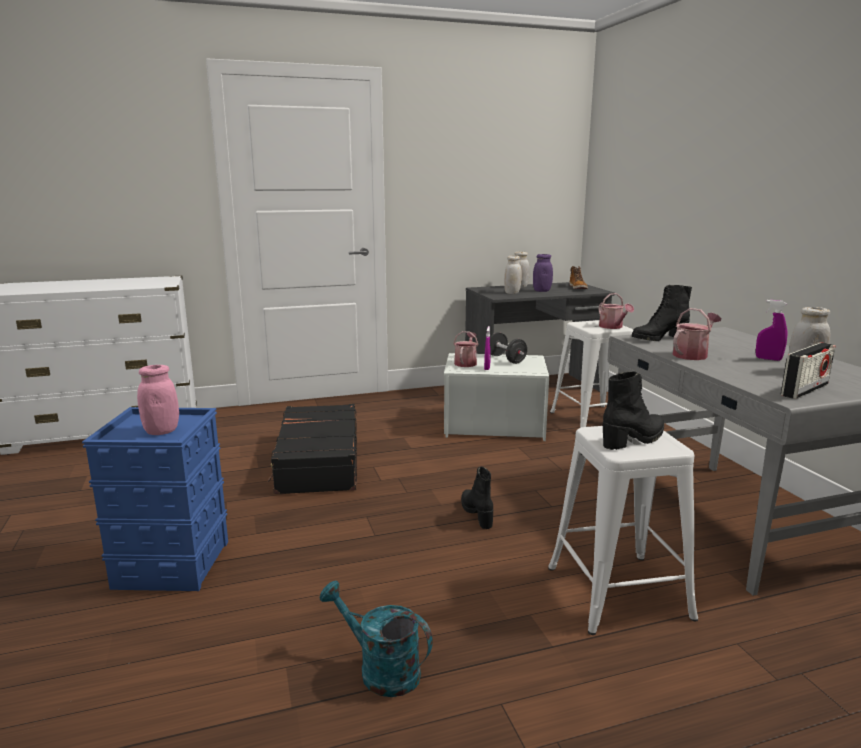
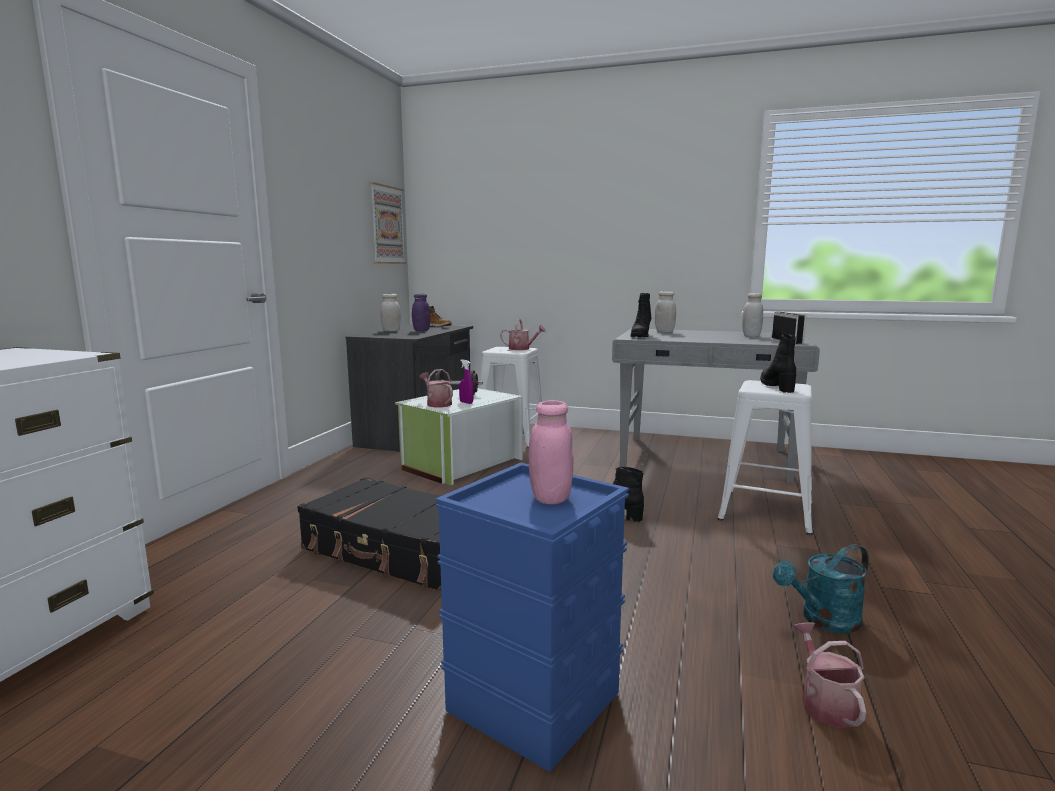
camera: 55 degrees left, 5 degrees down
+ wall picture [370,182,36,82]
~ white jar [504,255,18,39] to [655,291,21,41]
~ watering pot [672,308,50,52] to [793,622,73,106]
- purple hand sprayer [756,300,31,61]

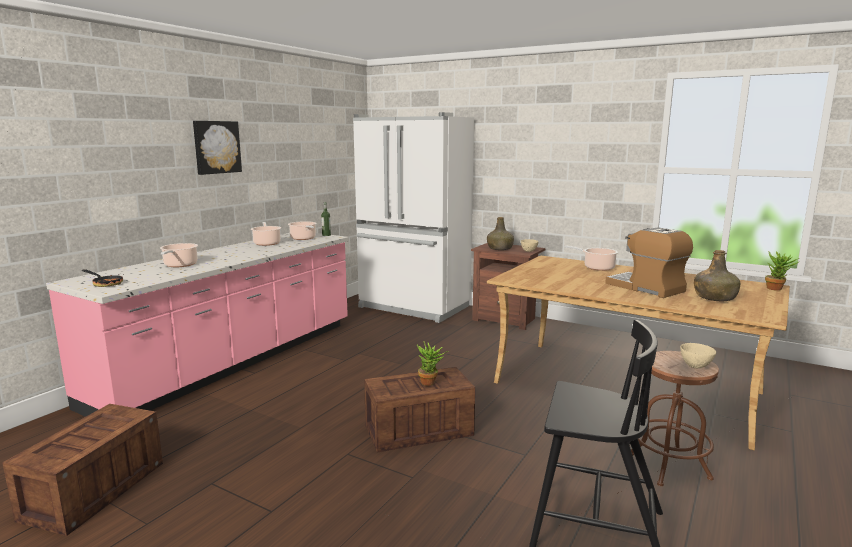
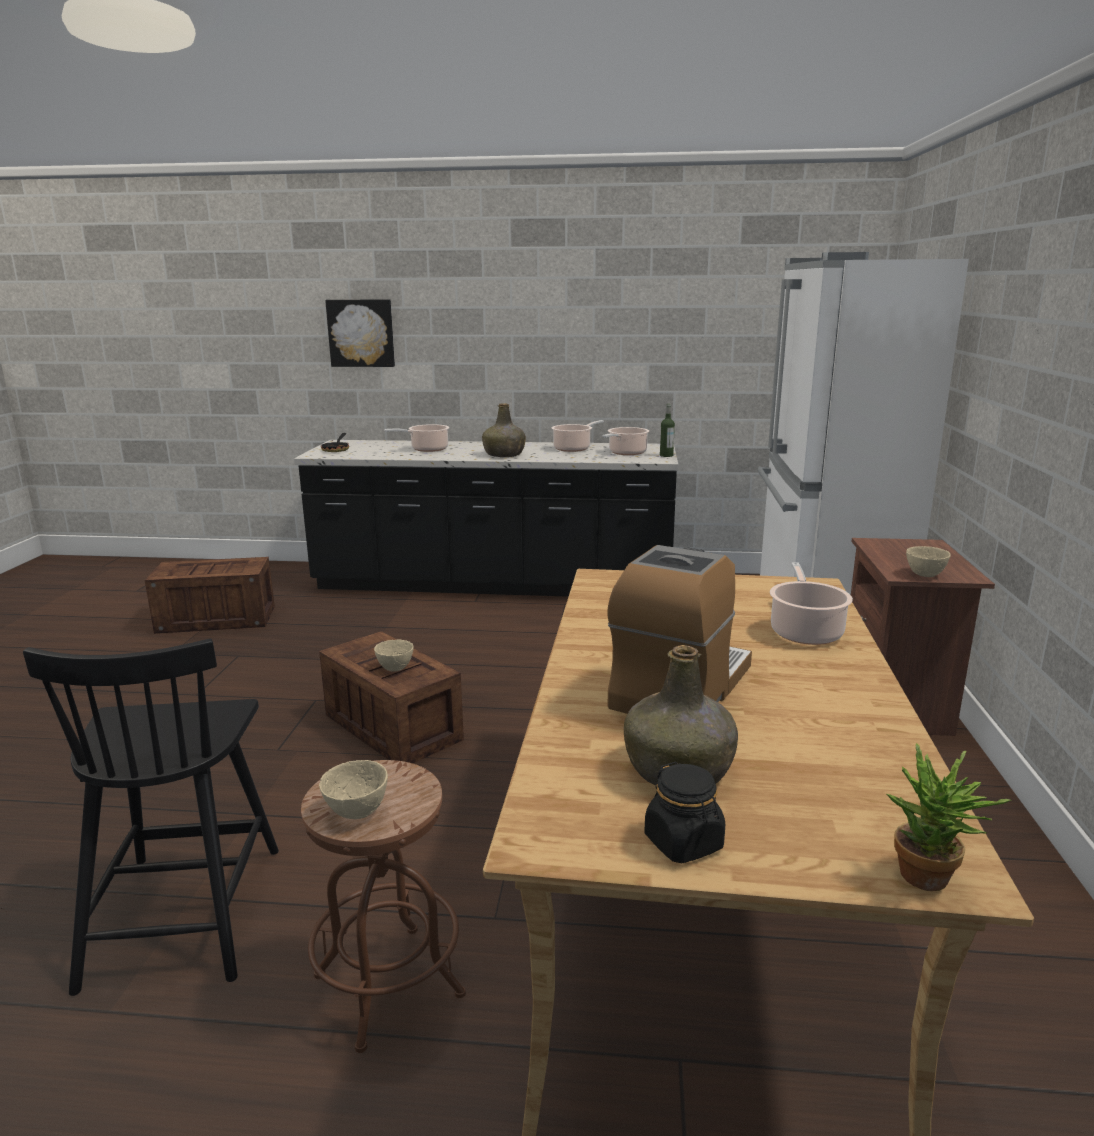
camera: 65 degrees right, 5 degrees up
~ pink kitchen counter [46,233,303,184] to black kitchen counter [294,440,384,157]
~ wall picture [193,121,49,54] to [325,299,70,68]
~ plant in a pot [416,341,32,45] to sand-coloured serving bowl [374,640,40,32]
~ green-coloured bottle [487,217,27,33] to [482,403,44,54]
+ black jar [644,762,81,101]

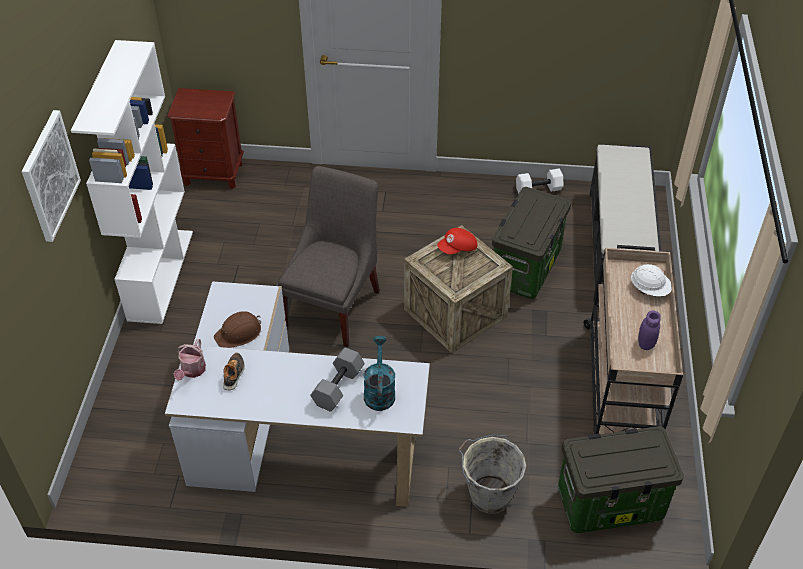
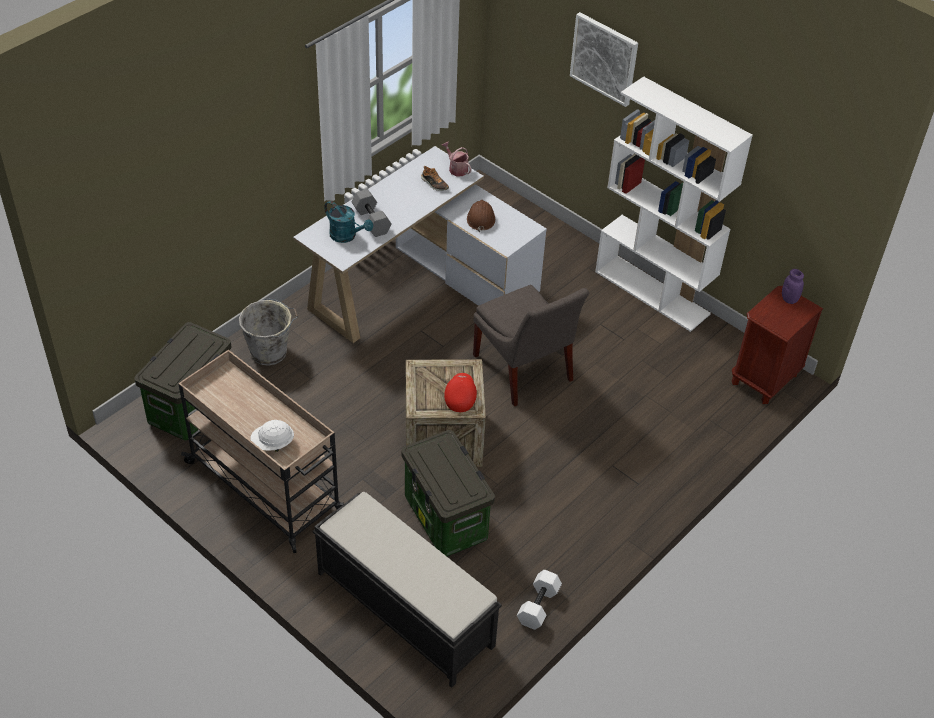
camera: 125 degrees right, 0 degrees up
~ purple jar [638,310,23,40] to [782,269,22,35]

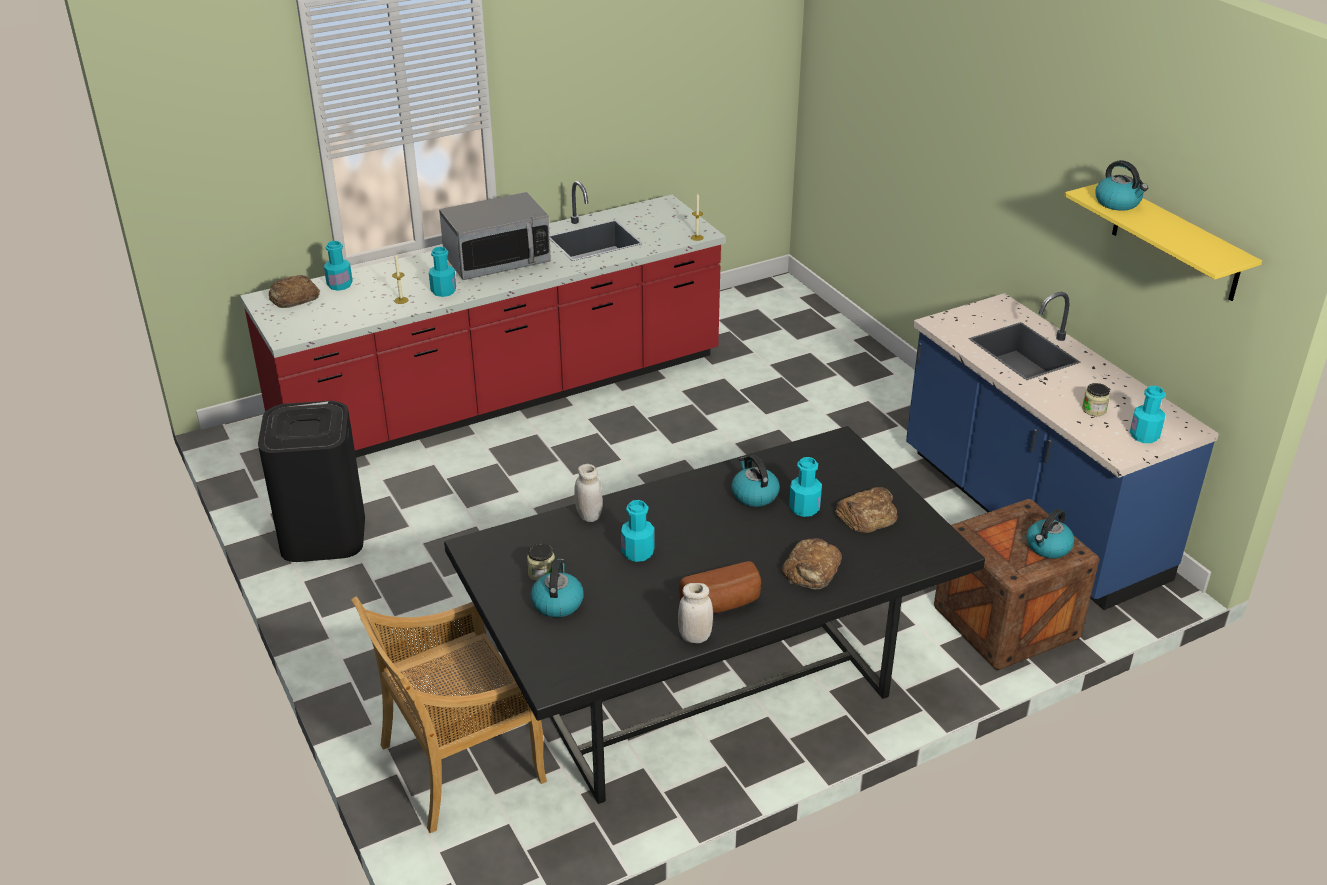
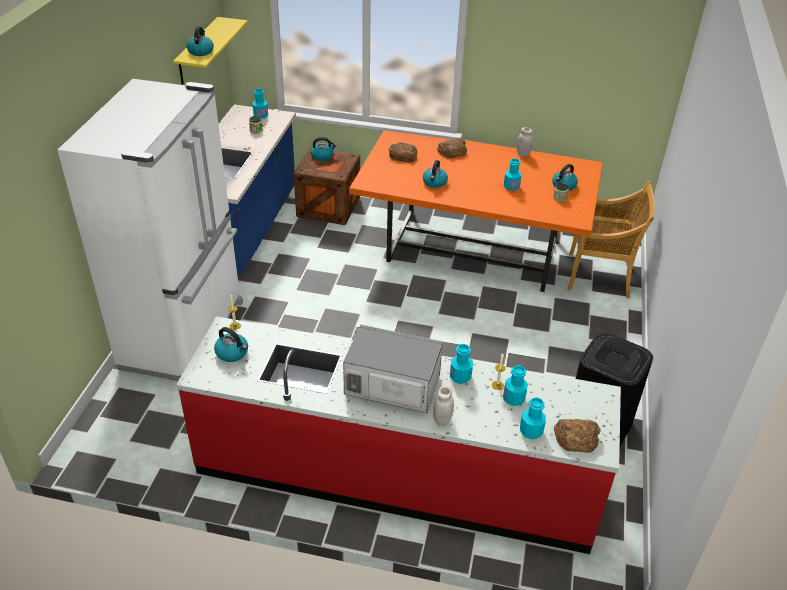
camera: 140 degrees left, 5 degrees up
+ white kitchen fridge [58,79,185,302]
+ water kettle [214,327,34,35]
~ black dining table [444,426,541,378] to orangey dining table [349,130,254,162]
~ white jar [574,464,29,58] to [433,386,21,40]
~ blue-green bottle [789,457,33,60] to [503,365,25,41]
- bakery bread [679,561,82,52]

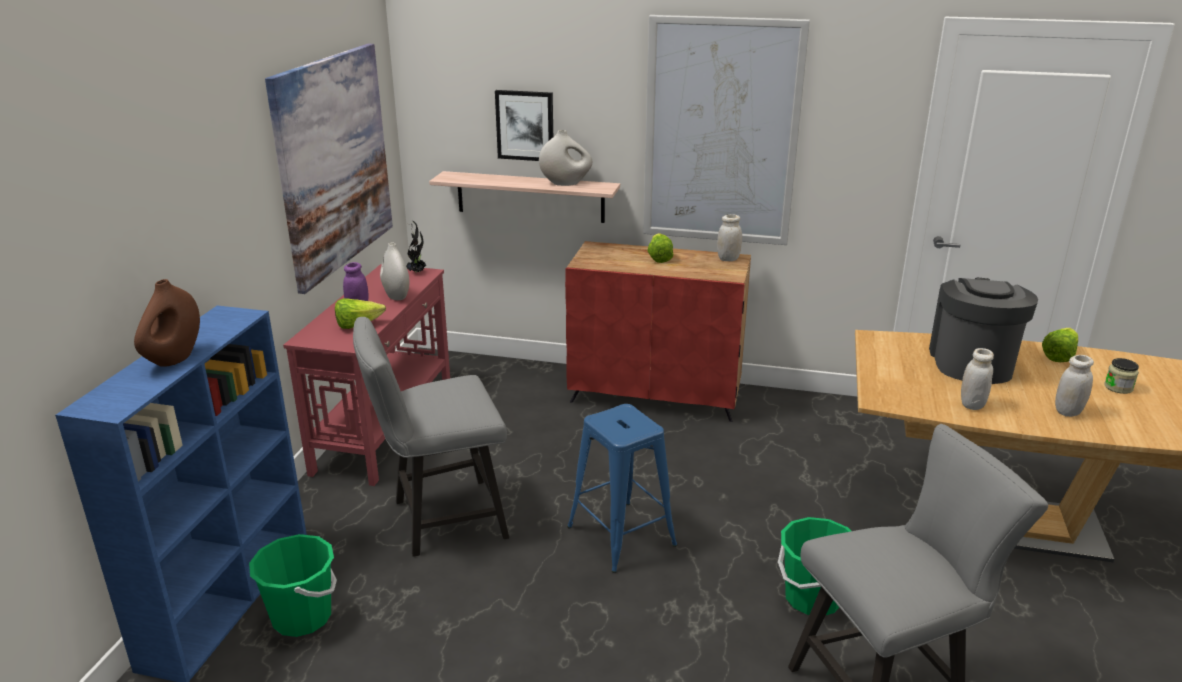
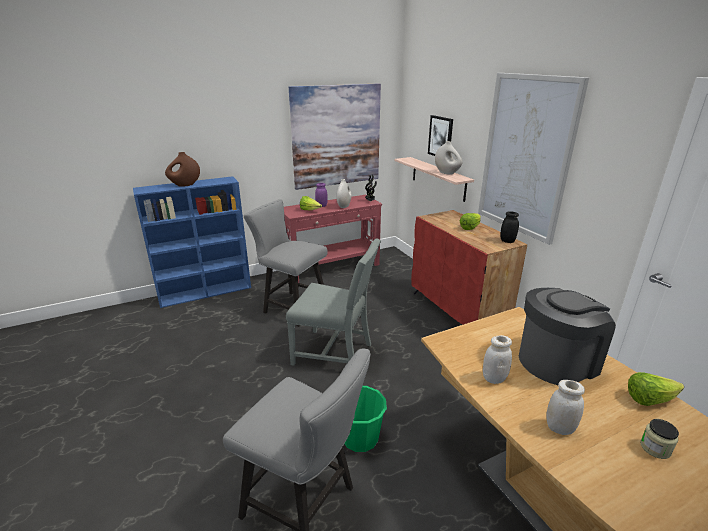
camera: 50 degrees right, 0 degrees up
~ blue sitting stool [567,404,110,169] to greyish plain chair [286,238,95,128]
~ white jar [717,214,25,47] to black jar [500,211,19,32]
- green-coloured pail [249,534,88,103]

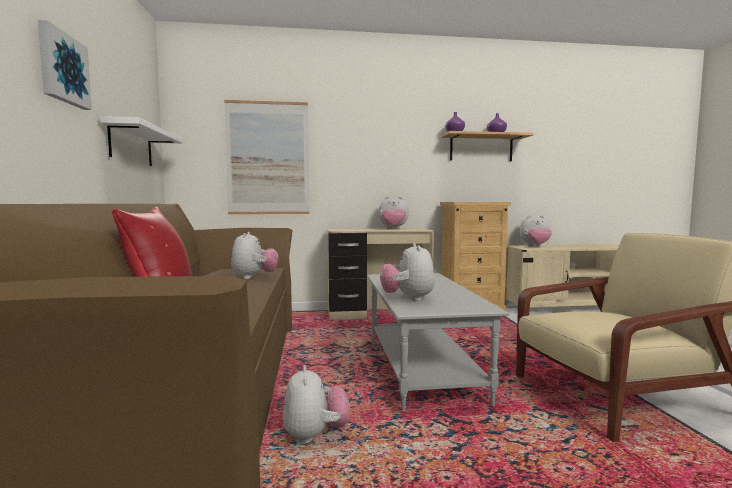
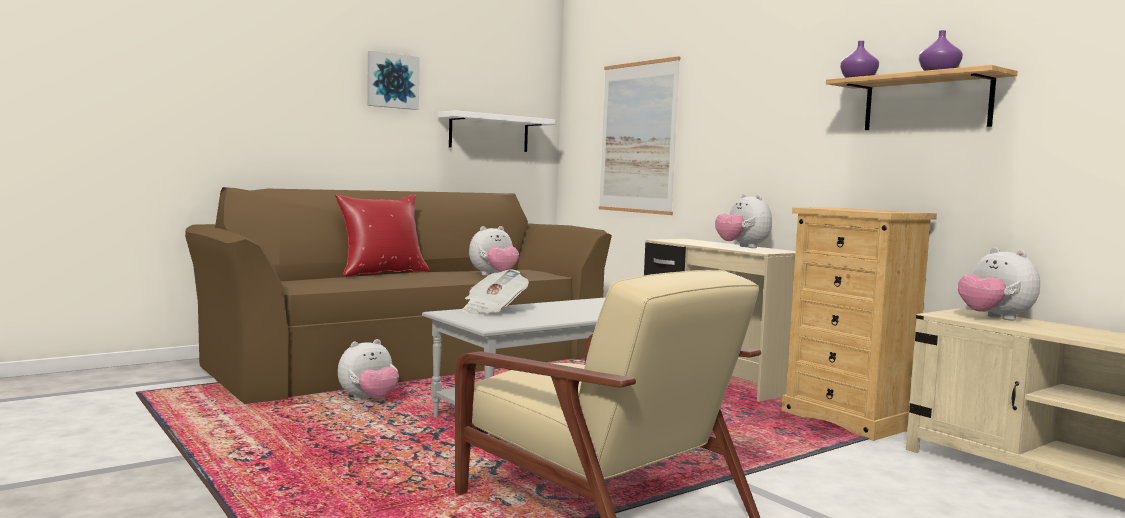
camera: 60 degrees right, 0 degrees up
~ cuddly toy [380,243,55,58] to newspaper [461,270,68,44]

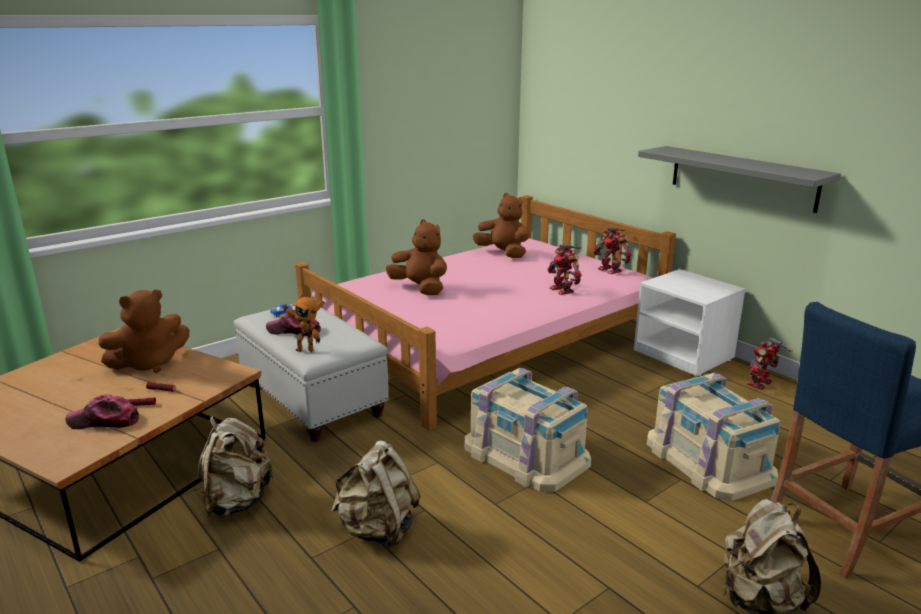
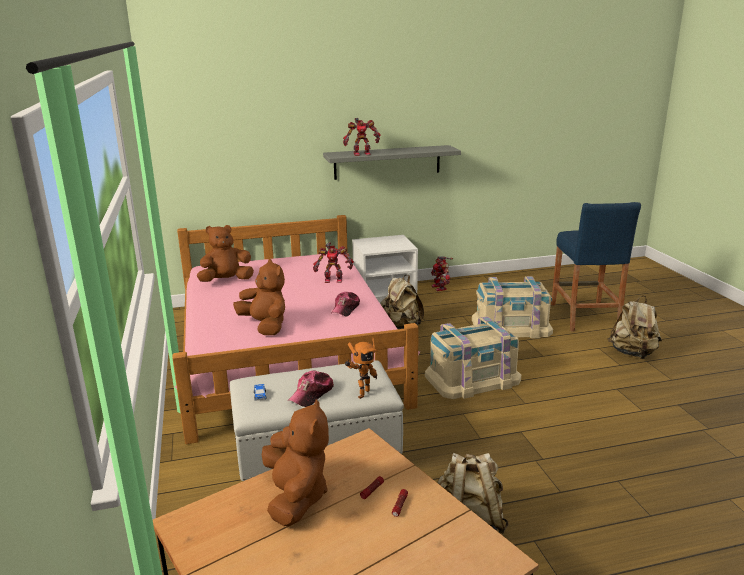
camera: 65 degrees left, 0 degrees up
~ brown-coloured cuddly toy [386,219,61,76] = [233,259,52,76] 75 degrees clockwise
~ cap [65,394,74,35] to [331,292,29,25]
~ robot figure [594,228,38,46] to [343,118,38,38]
~ sand-coloured backpack [331,440,90,109] to [380,275,44,54]

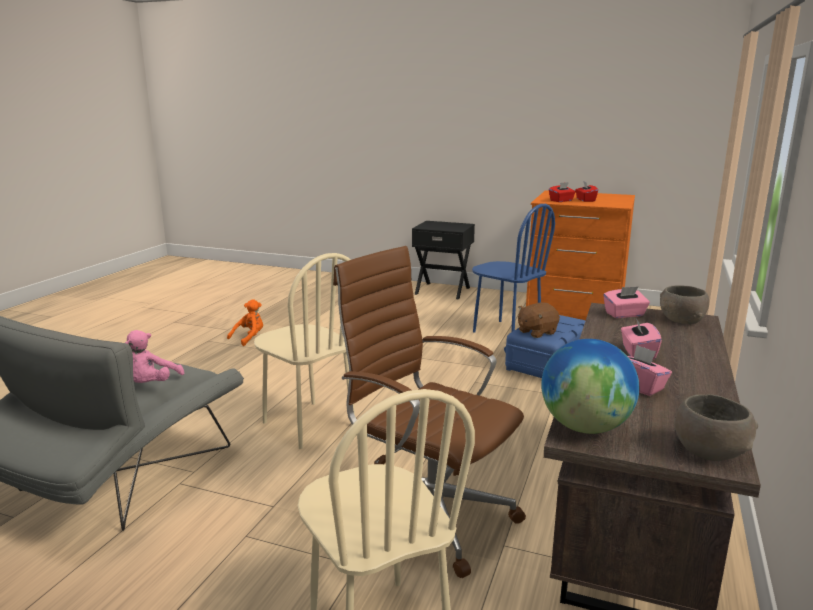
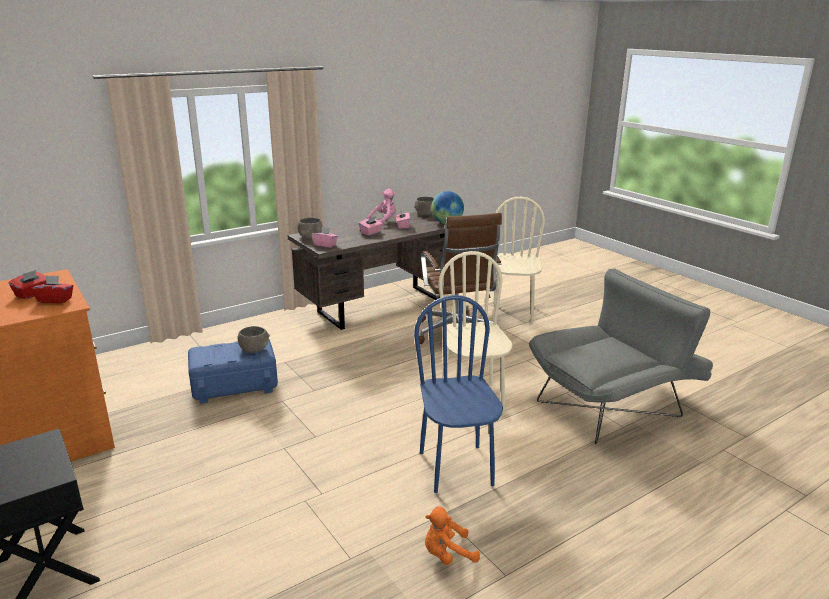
camera: 145 degrees left, 5 degrees up
~ brown-coloured cuddly toy [518,302,42,36] to greyish serving bowl [238,326,32,27]
~ pink cuddly toy [125,330,59,53] to [367,189,29,34]
~ blue plain chair [472,204,83,128] to [414,295,89,198]

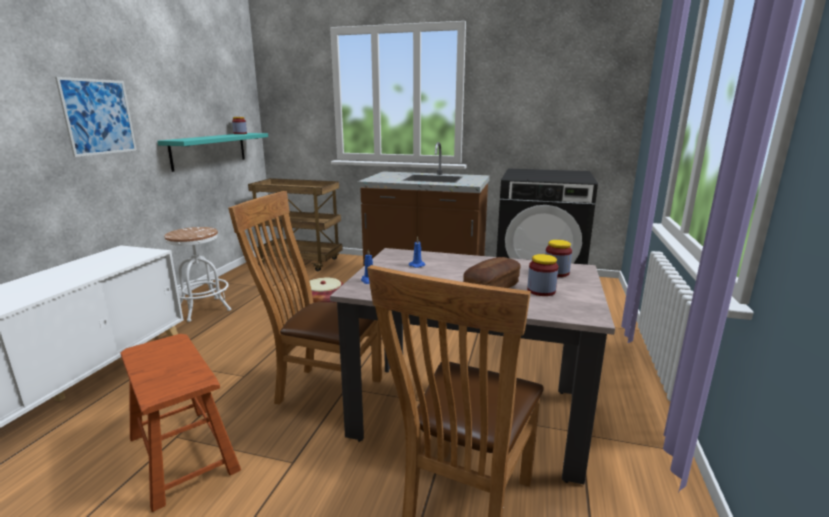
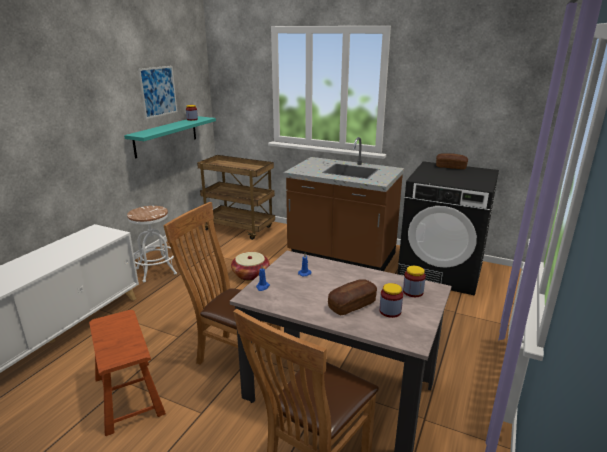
camera: 10 degrees right, 5 degrees up
~ wall picture [55,77,82,80] to [138,66,39,53]
+ bakery bread [436,153,32,16]

